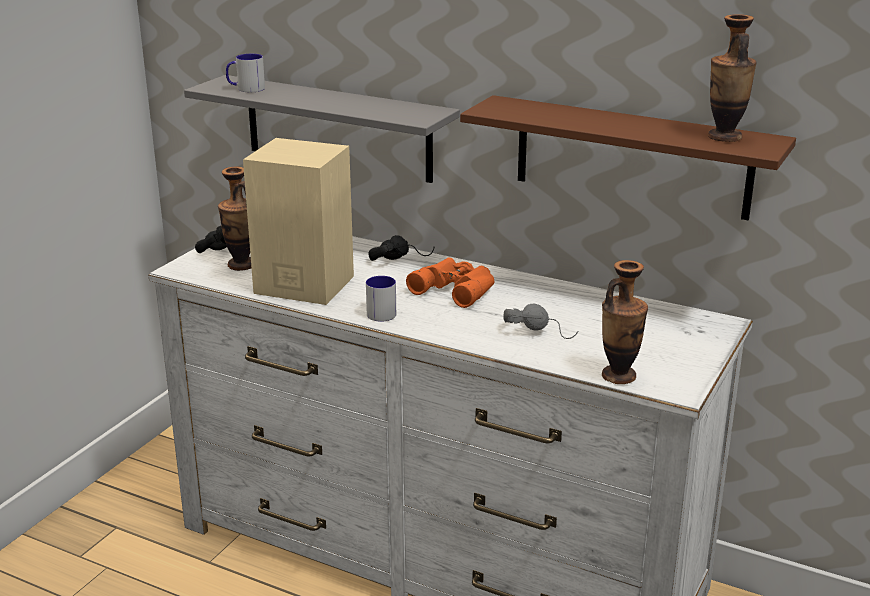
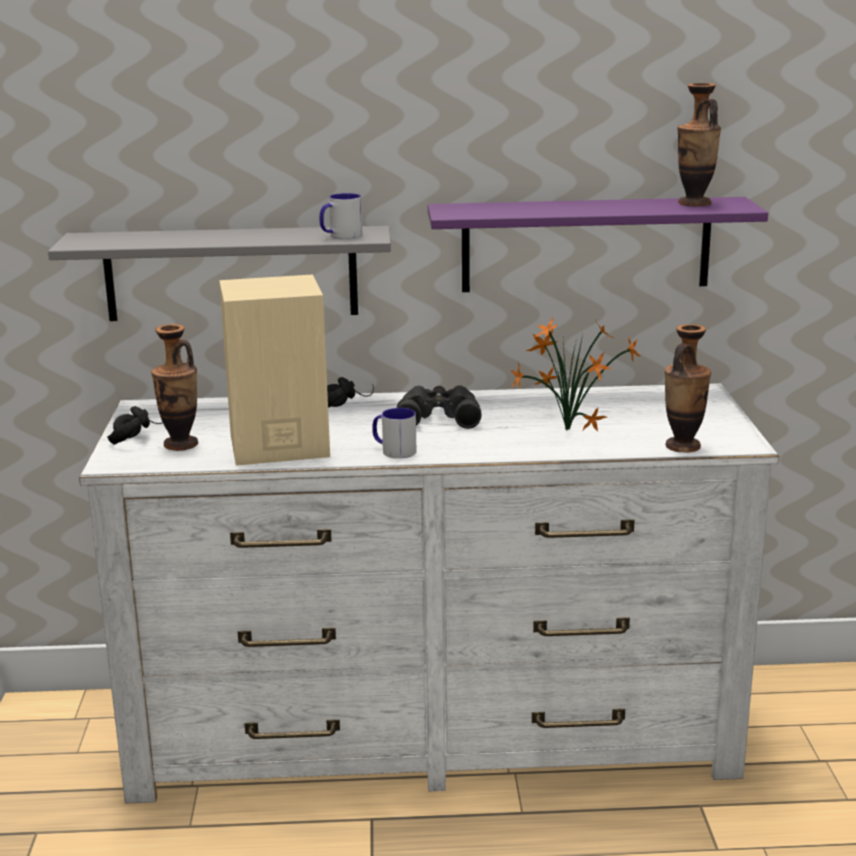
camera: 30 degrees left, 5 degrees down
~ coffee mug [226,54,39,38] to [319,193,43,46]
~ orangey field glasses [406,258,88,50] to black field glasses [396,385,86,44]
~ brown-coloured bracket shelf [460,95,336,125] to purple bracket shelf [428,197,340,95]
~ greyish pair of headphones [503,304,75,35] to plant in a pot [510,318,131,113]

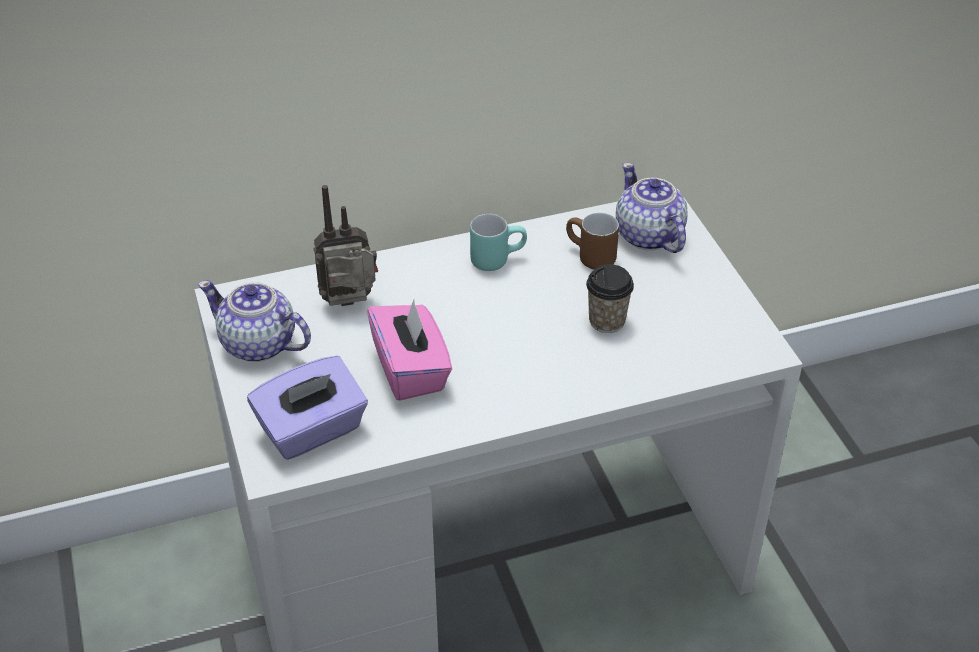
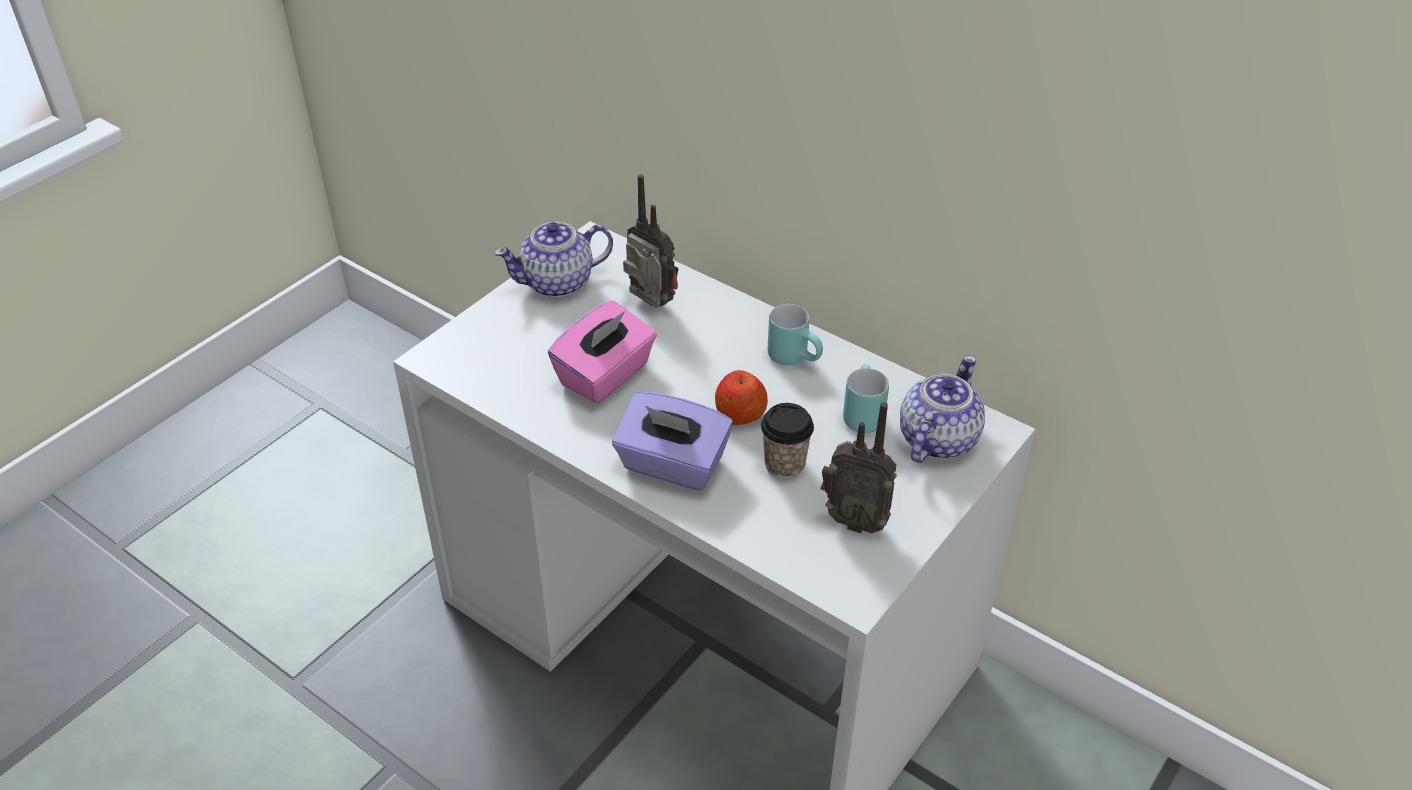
camera: 55 degrees right, 0 degrees up
~ teapot [198,280,113,82] = [494,222,119,75] 105 degrees counterclockwise
~ purple tissue holder [247,356,121,104] to [612,392,121,99]
+ apple fruit [715,370,53,55]
+ radio set [821,402,76,131]
~ brown-coloured coffee mug [566,213,53,56] to blue-green coffee mug [843,364,46,69]

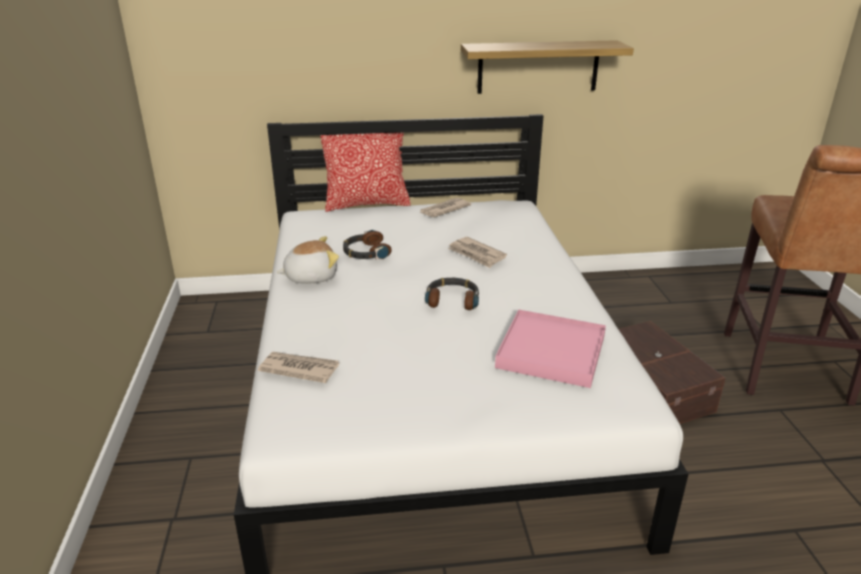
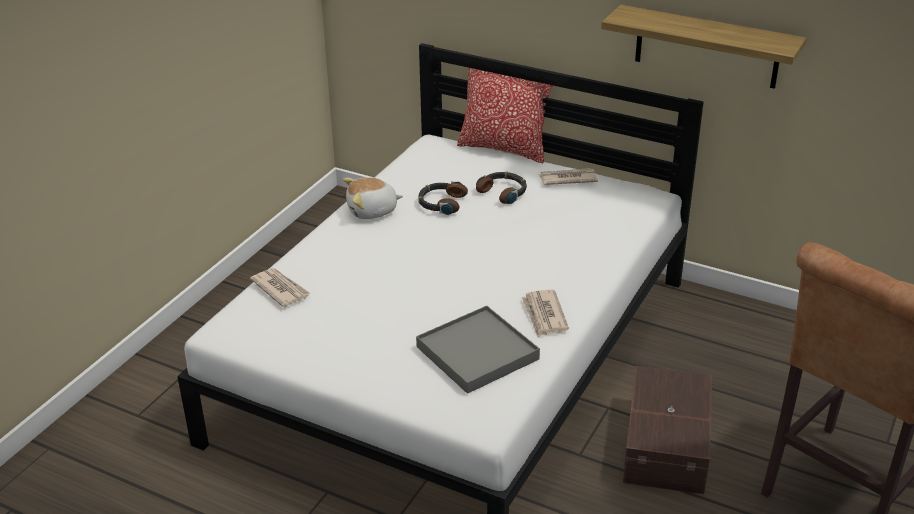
camera: 35 degrees right, 5 degrees up
~ cuddly toy [277,236,62,48] = [343,177,60,42] 150 degrees clockwise
~ pink carrying tray [495,310,111,78] to greyish carrying tray [416,306,124,88]
~ pair of headphones [425,278,54,32] to [476,171,51,33]
~ newspaper [448,237,59,31] to [521,290,48,47]

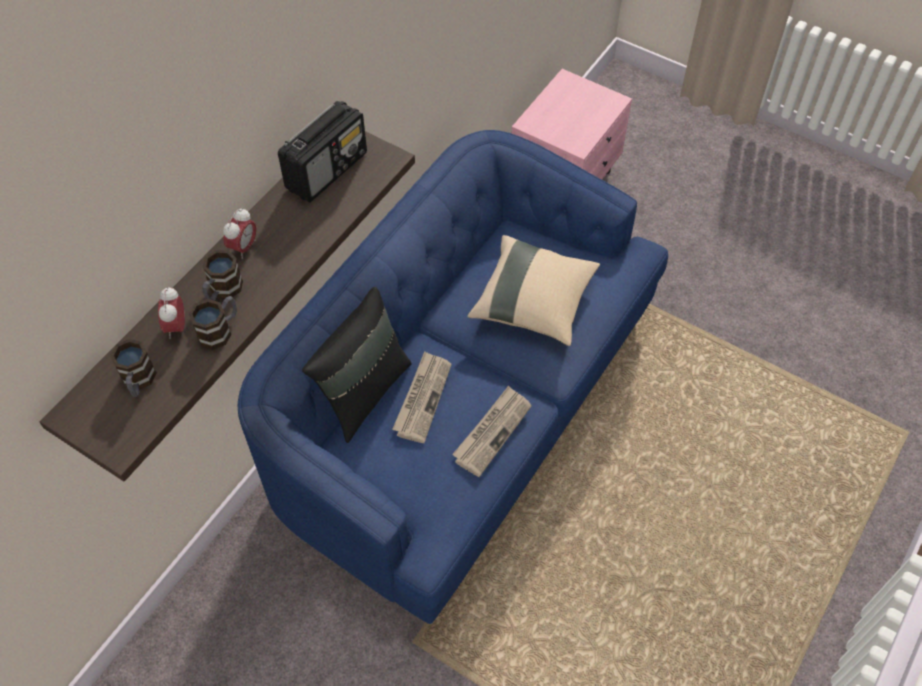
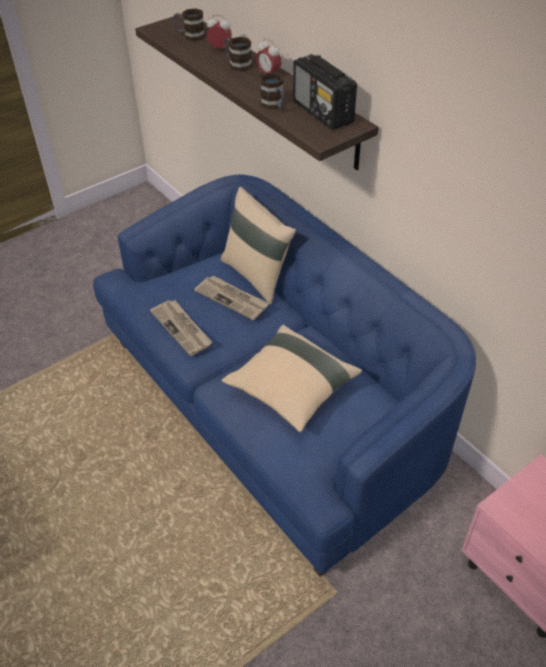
camera: 110 degrees right, 10 degrees down
~ black cushion [302,287,110,156] to sand-coloured cushion [221,187,75,118]
~ coffee mug [189,296,48,54] to [260,73,24,37]

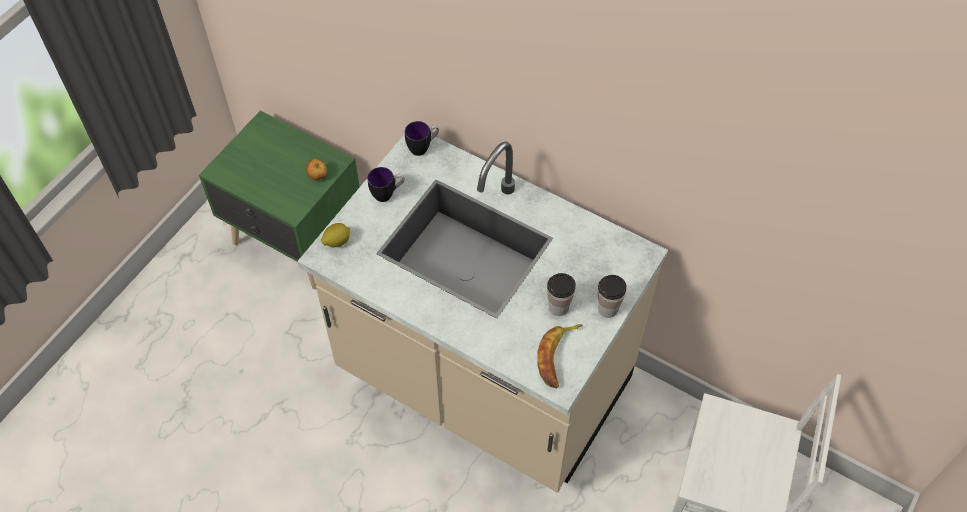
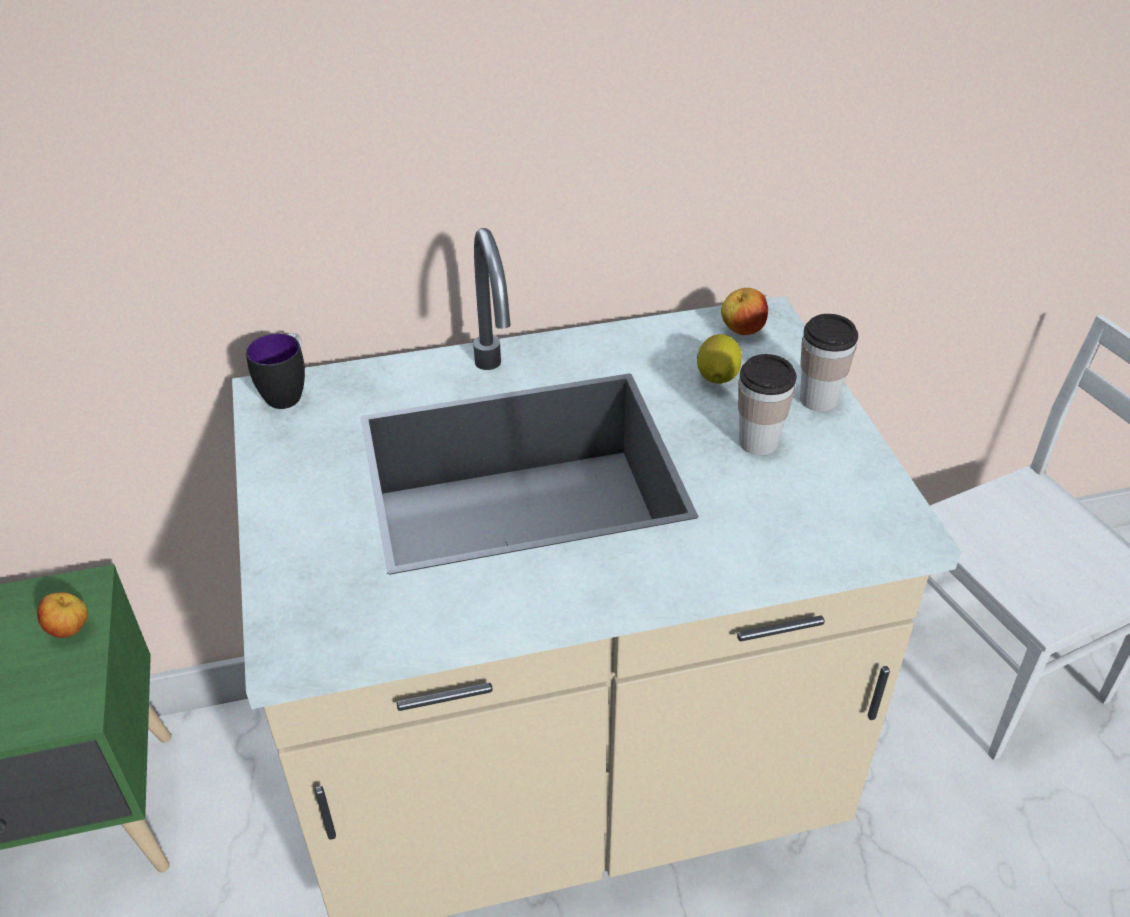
camera: 45 degrees left, 15 degrees down
~ citrus fruit [321,223,29,24] to [697,334,45,50]
+ apple fruit [721,288,47,47]
- coffee mug [368,167,37,35]
- whole banana [537,324,45,65]

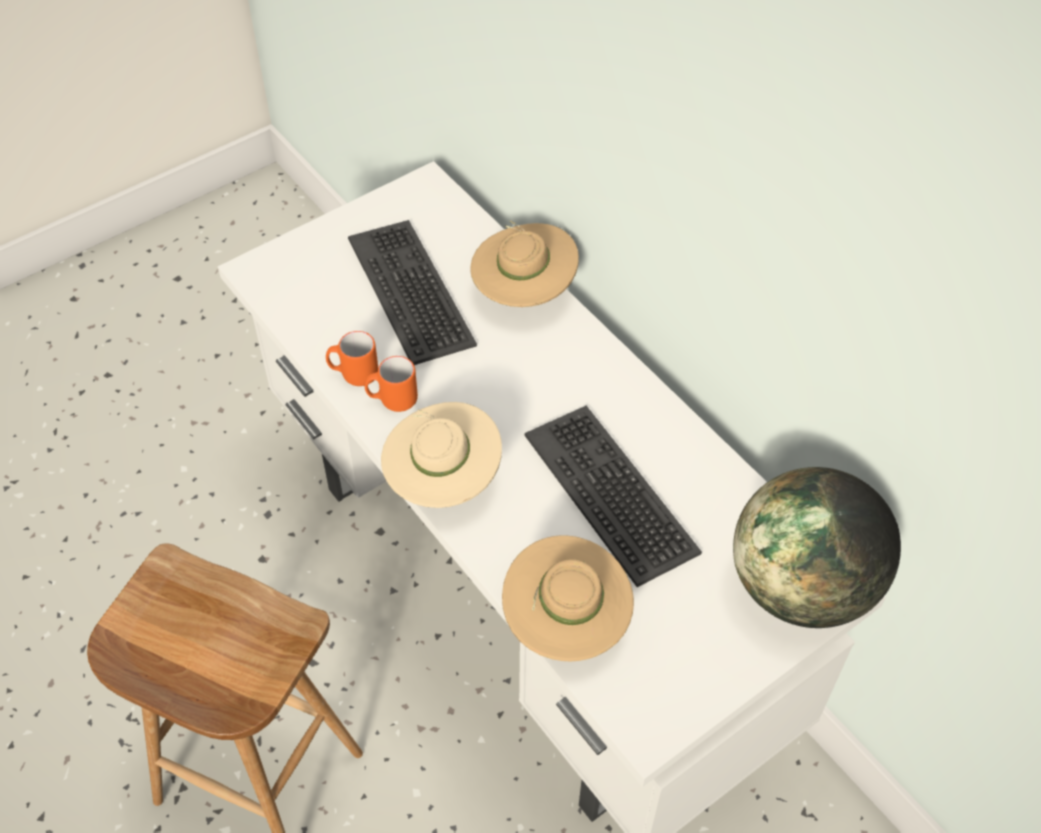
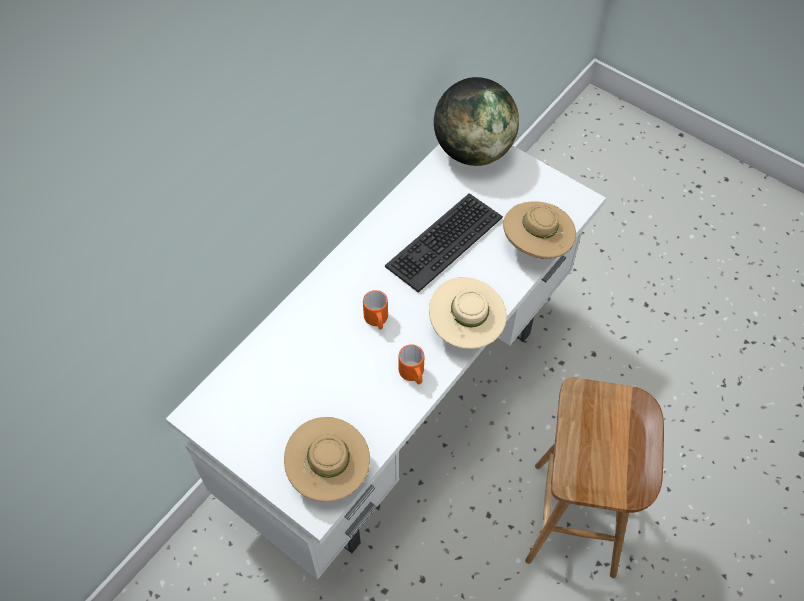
camera: 105 degrees left, 5 degrees up
~ sand-coloured wearable hat [470,221,109,86] to [284,417,86,85]
~ orangey coffee mug [326,331,52,55] to [363,290,25,40]
- computer keyboard [348,220,129,145]

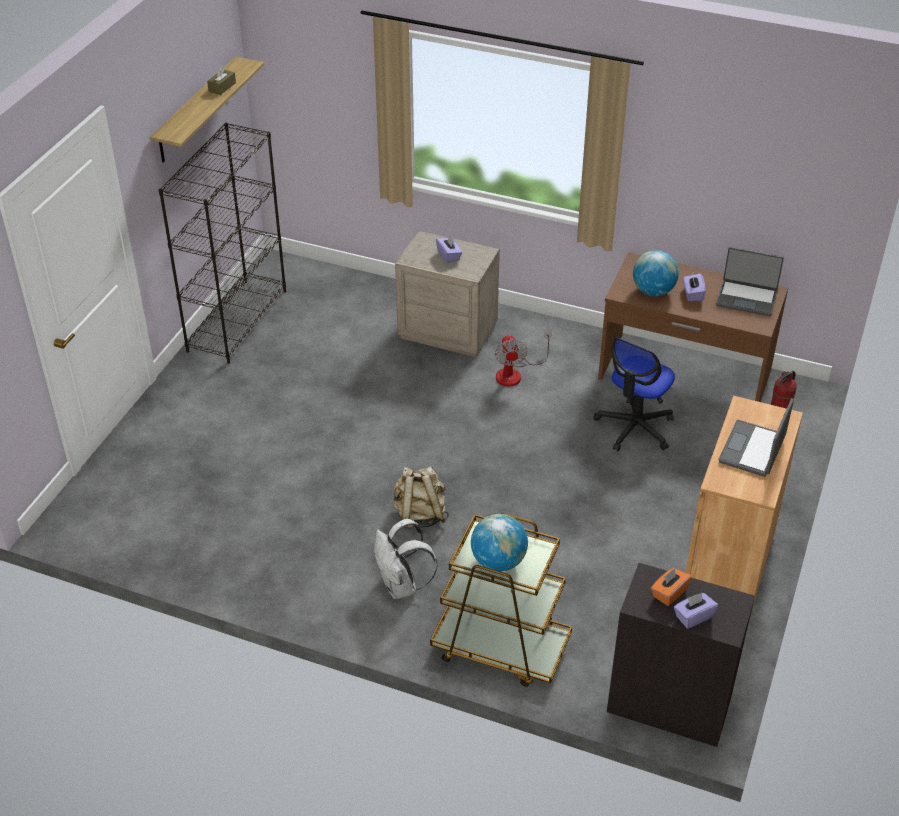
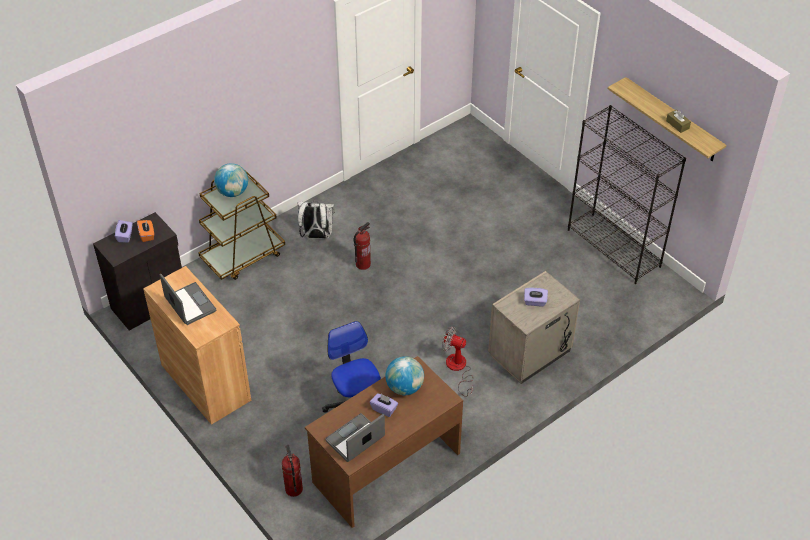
camera: 120 degrees right, 5 degrees up
~ sand-coloured backpack [393,467,56,62] to extinguisher [354,222,17,48]

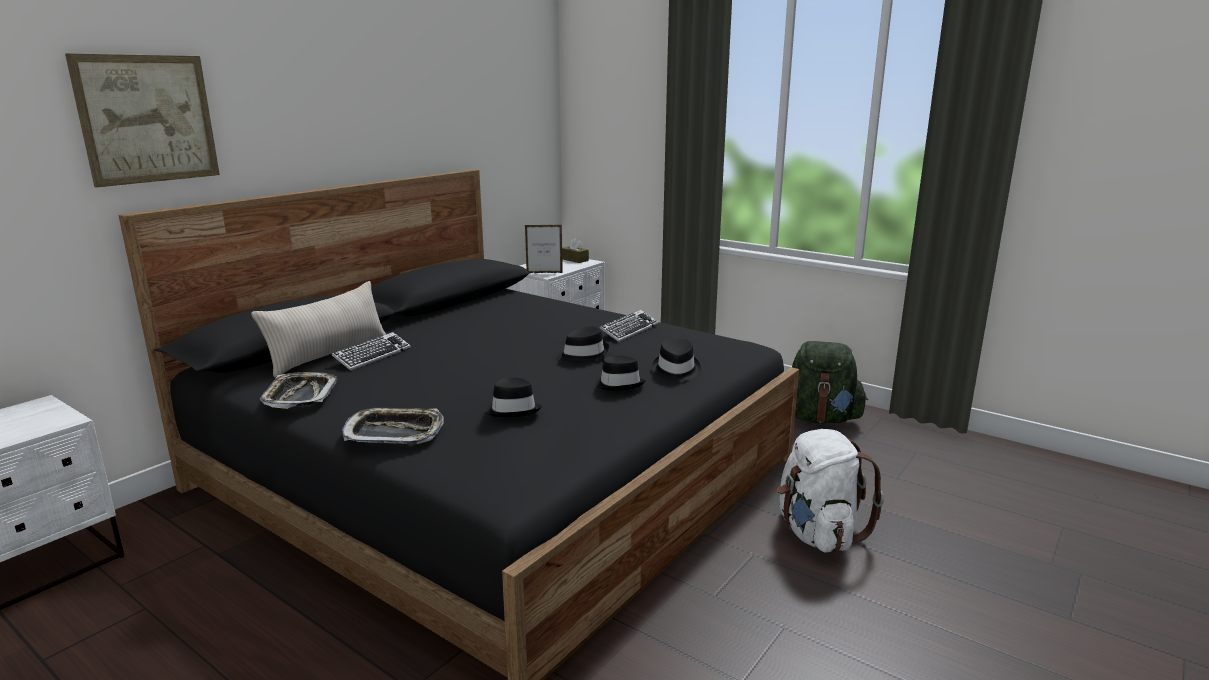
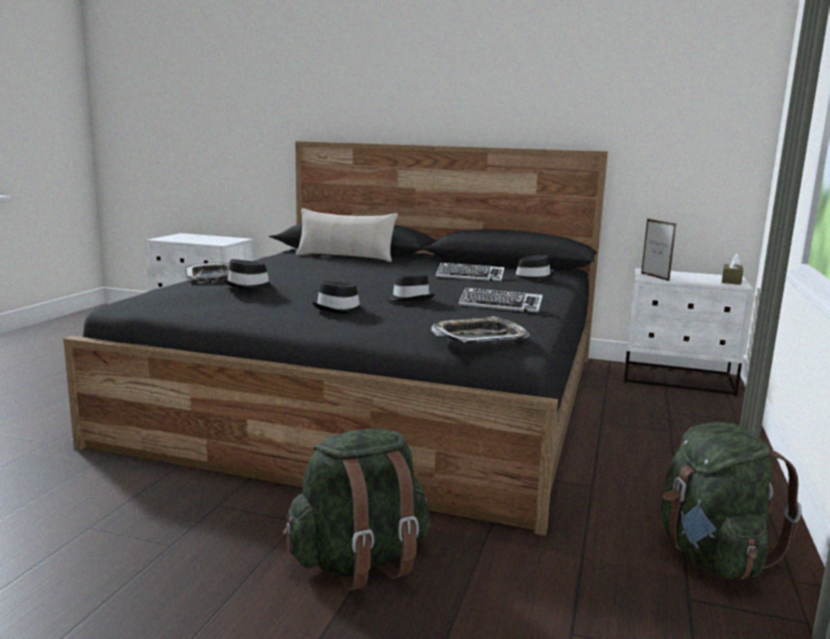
camera: 70 degrees right, 5 degrees down
~ white backpack [777,429,107,124] to green-coloured backpack [283,429,147,162]
~ carrying tray [260,372,77,37] to [431,316,99,28]
~ computer keyboard [332,332,79,39] to [436,262,68,20]
~ black wearable hat [652,338,49,44] to [510,255,45,27]
- wall picture [65,53,155,135]

